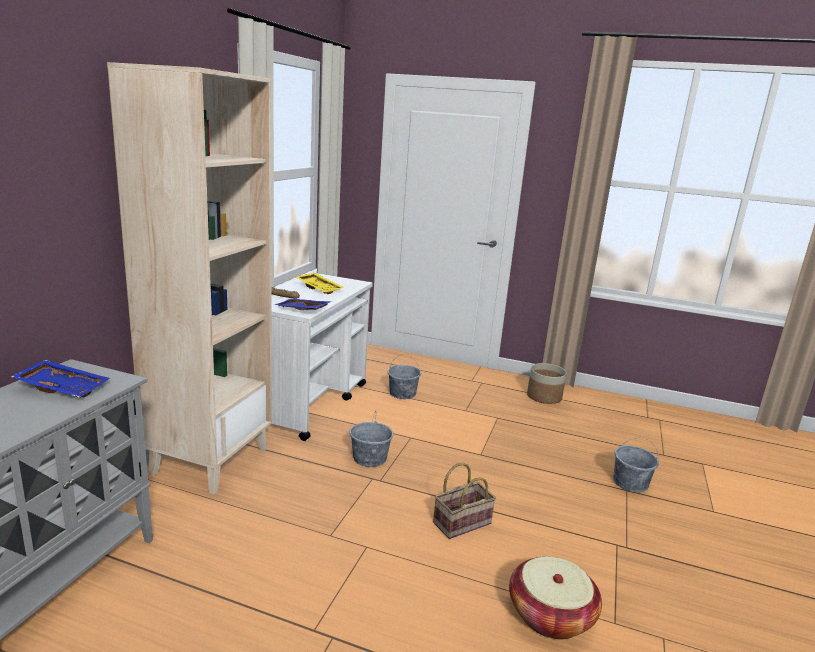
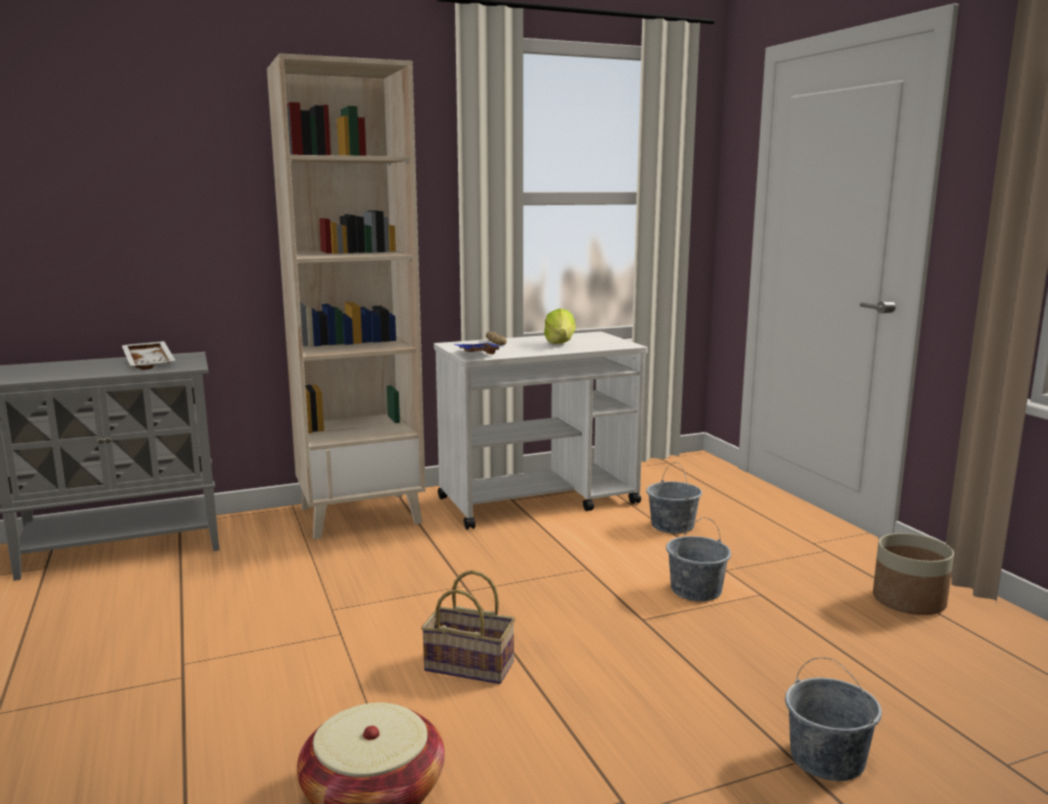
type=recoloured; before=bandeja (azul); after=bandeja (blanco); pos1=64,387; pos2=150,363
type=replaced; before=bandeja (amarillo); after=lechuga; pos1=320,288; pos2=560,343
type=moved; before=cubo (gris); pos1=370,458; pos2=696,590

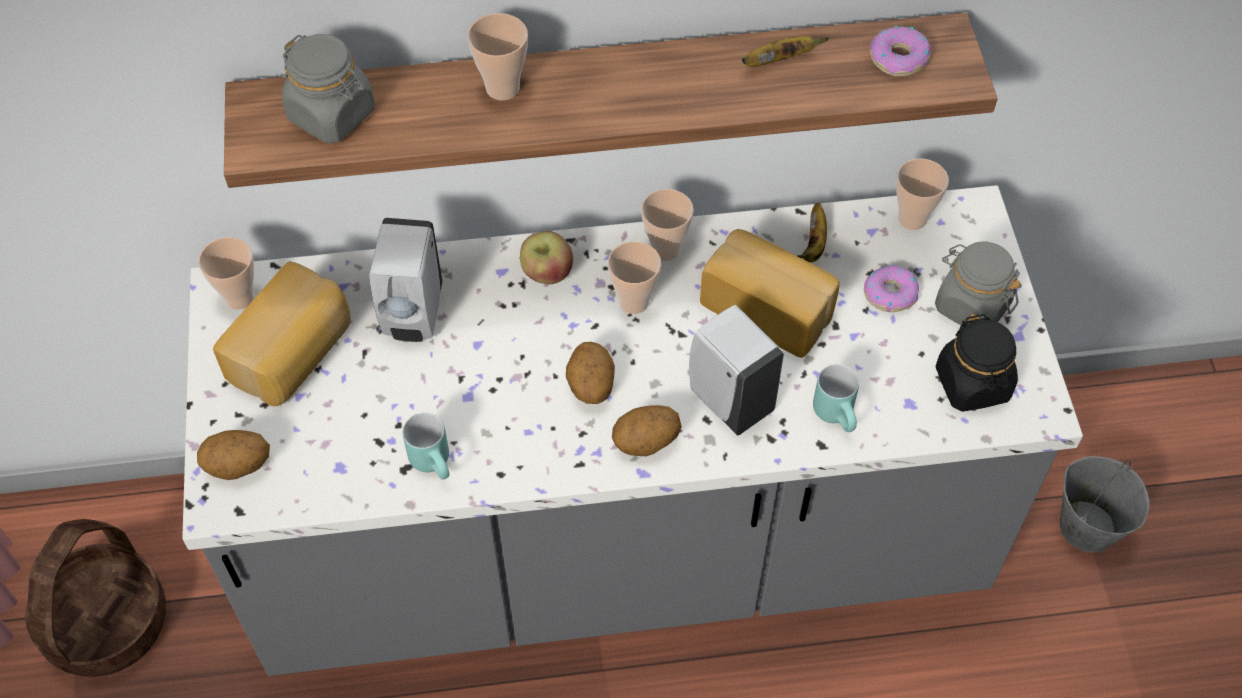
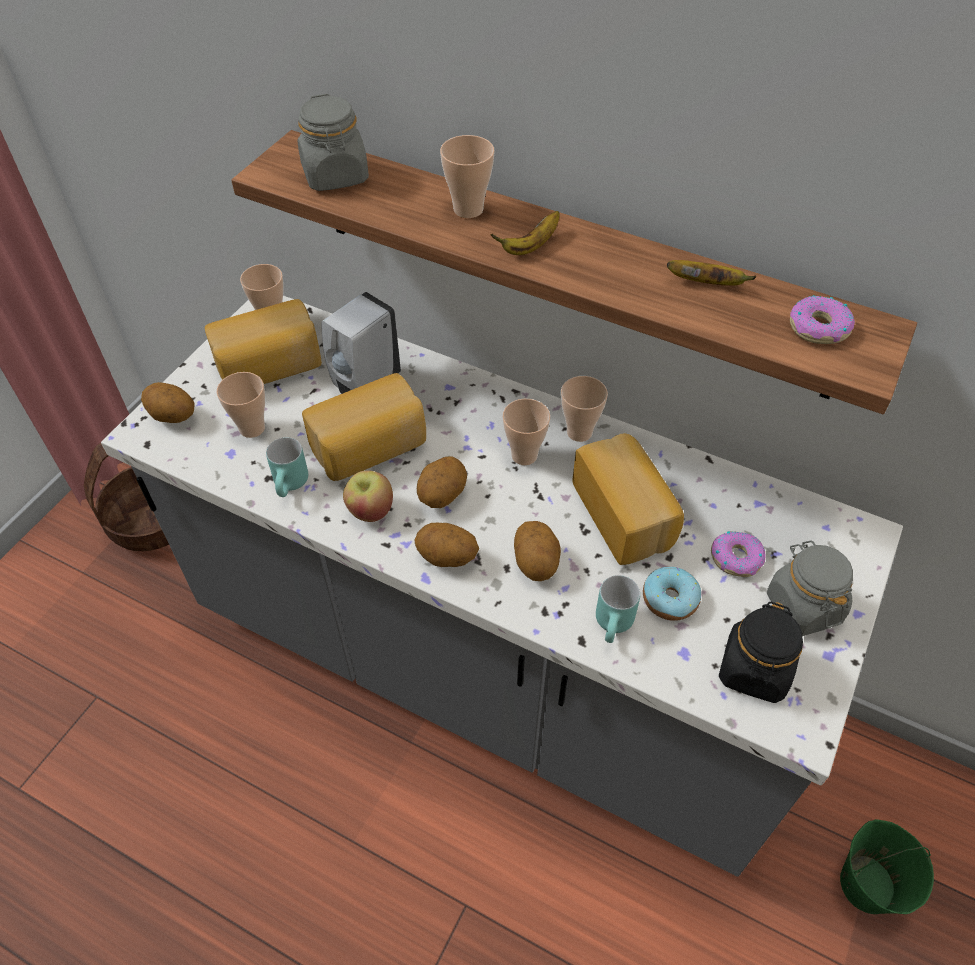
type=moved; before=manzana; pos1=547,273; pos2=370,510
type=replaced; before=dispensador de jabón (blanco); after=patata; pos1=728,399; pos2=536,563
type=moved; before=plátano; pos1=814,244; pos2=530,246
type=moved; before=taza; pos1=912,219; pos2=252,428
type=recoloured; before=cubo (gris); after=cubo (verde); pos1=1086,526; pos2=867,884
type=added; after=pan; pos2=370,448
type=added; after=rosquilla; pos2=670,599

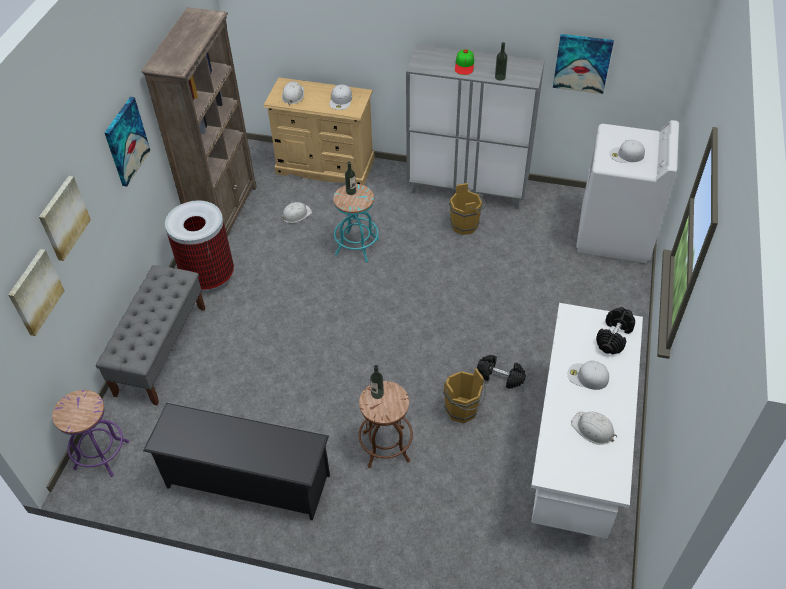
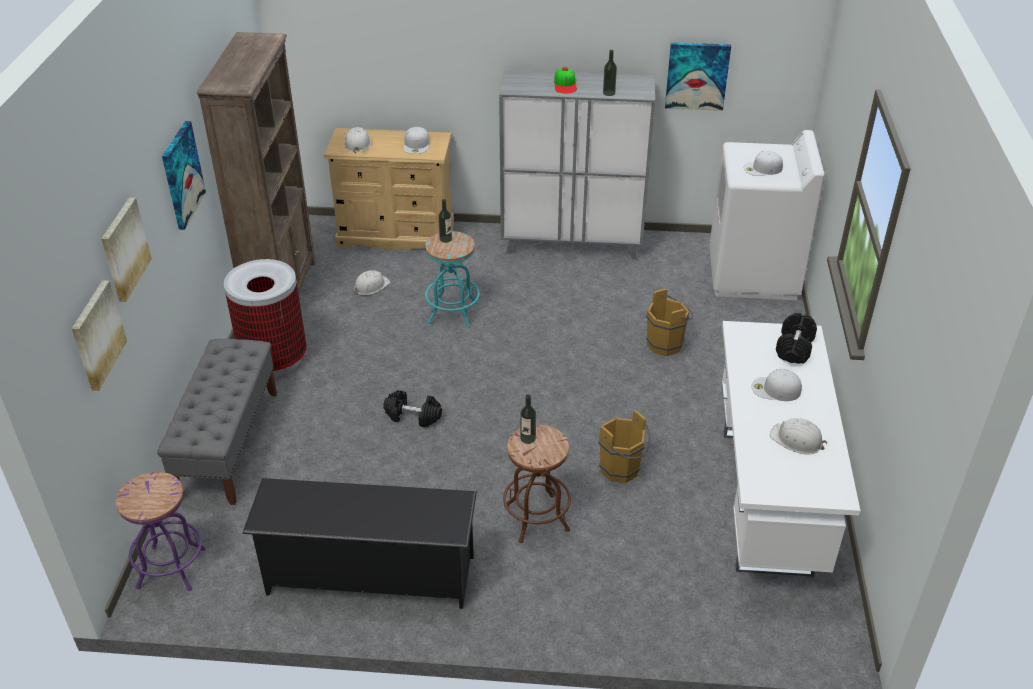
type=moved; before=cubo (marrón); pos1=466,225; pos2=667,344
type=moved; before=mancuerna (negro); pos1=500,377; pos2=413,416

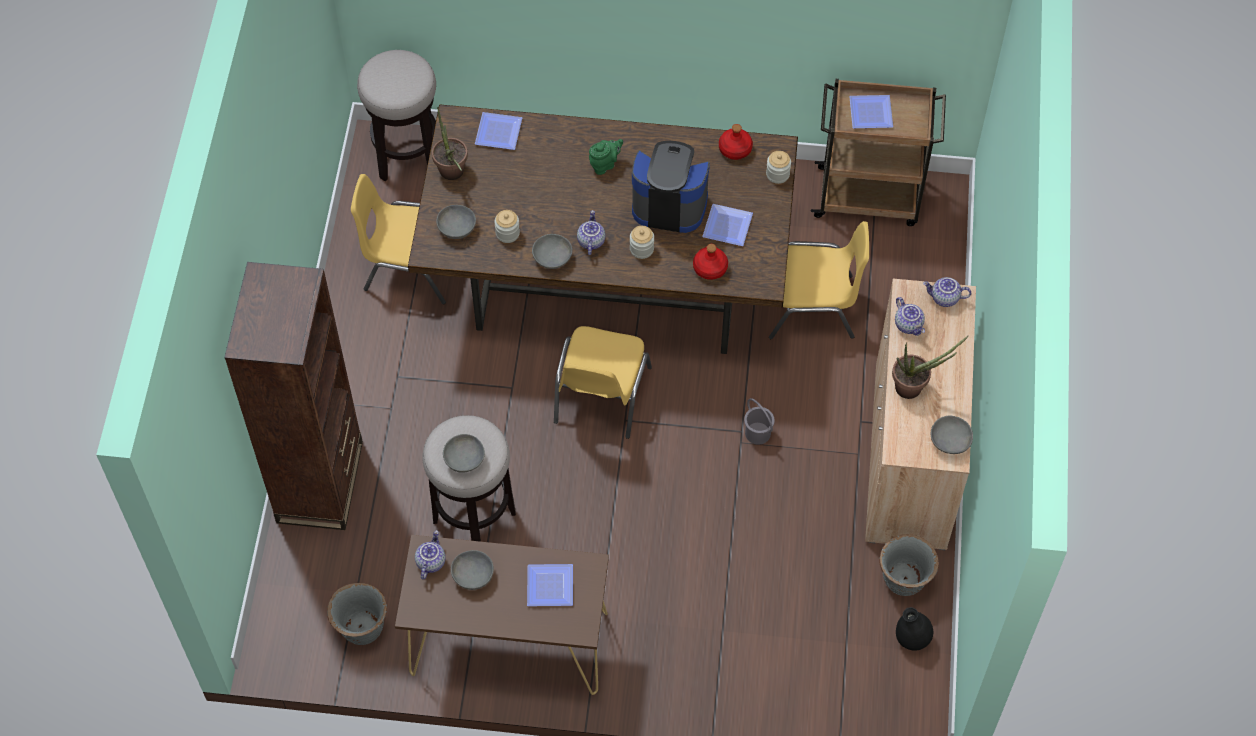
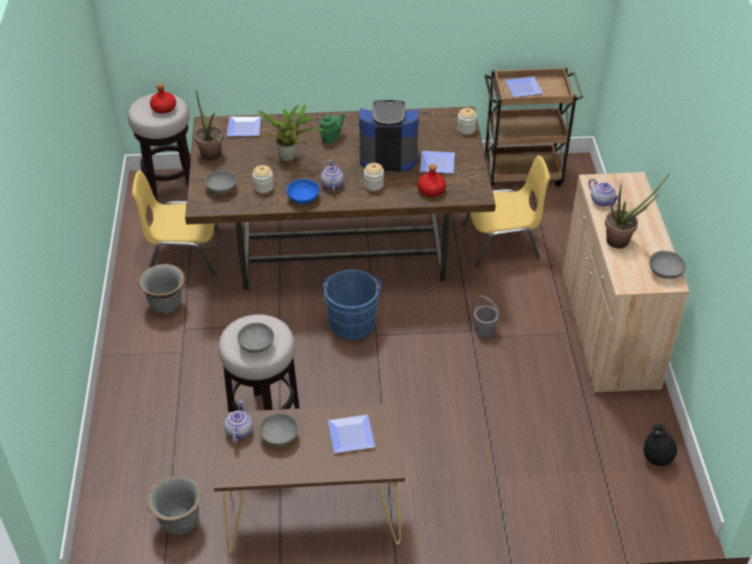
type=removed; before=estantería (marrón); pos1=320,482
type=recoloured; before=cuenco (gris); after=cuenco (azul); pos1=552,258; pos2=303,198
type=replaced; before=silla (amarillo); after=cubo (azul); pos1=600,396; pos2=352,321
type=moved; before=botella (rojo); pos1=735,149; pos2=164,108
type=moved; before=maceta (gris); pos1=904,580; pos2=166,304
type=removed; before=tetera; pos1=944,298
type=added; after=planta en maceta; pos2=289,158

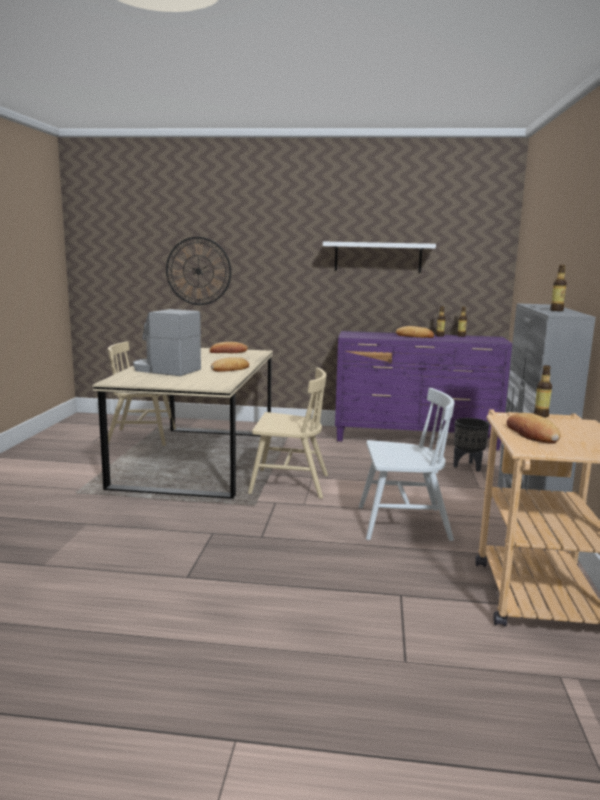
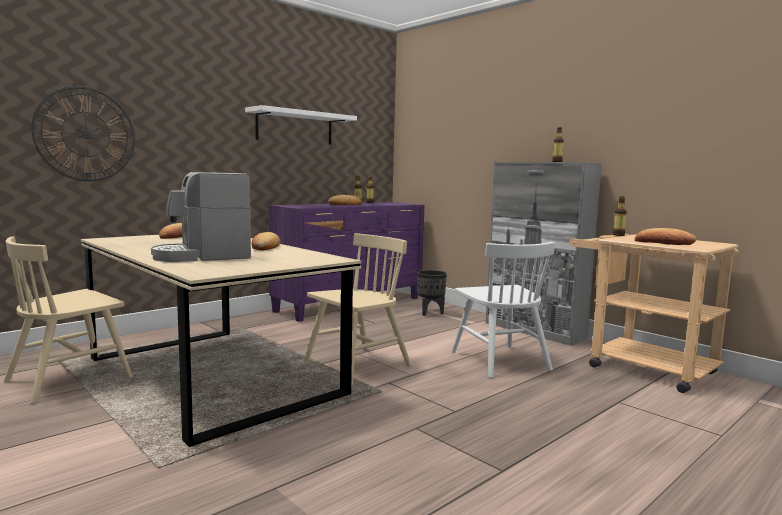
type=turned; before=silla (blanco); pos1=402,523; pos2=499,360; turn=120

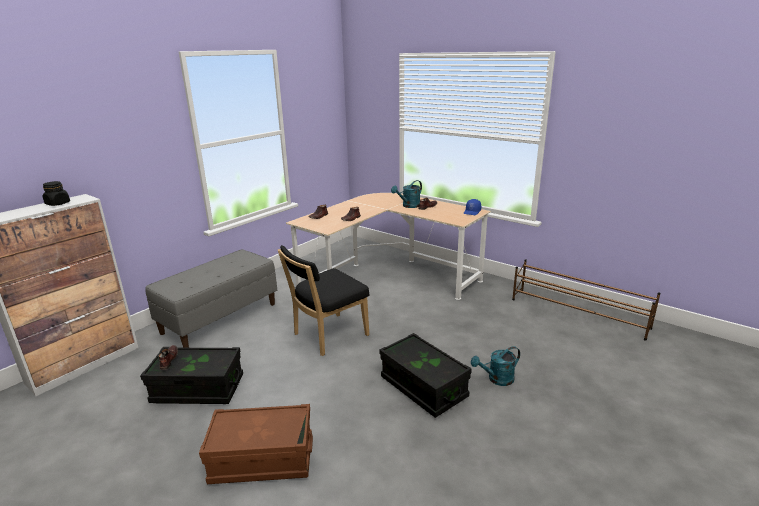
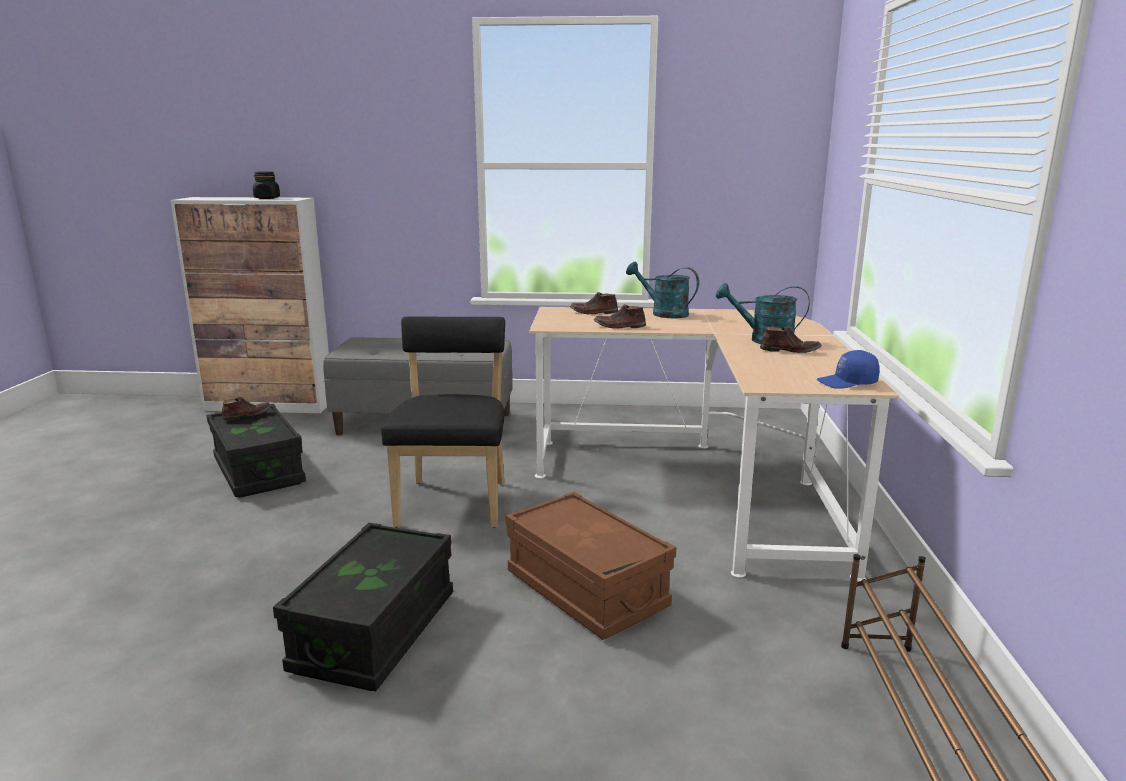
type=moved; before=caja de almacenaje (marrón); pos1=262,459; pos2=586,590
type=turned; before=silla (negro); pos1=327,336; pos2=454,501; turn=75
type=moved; before=regadera (turquesa); pos1=497,379; pos2=663,313

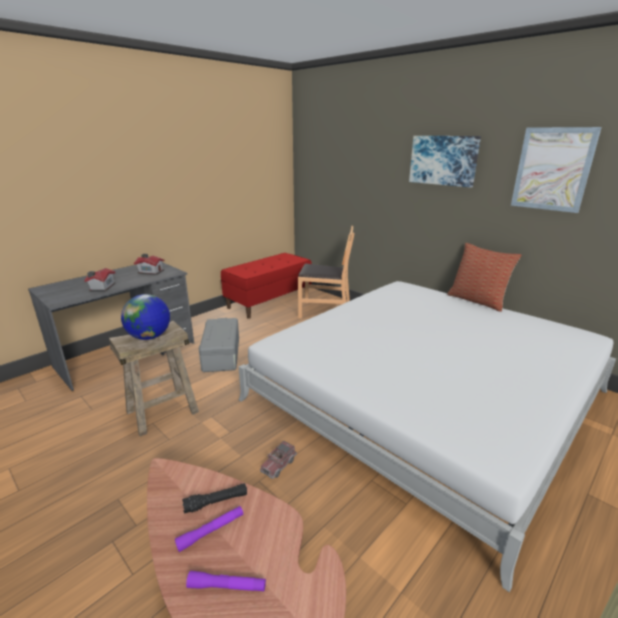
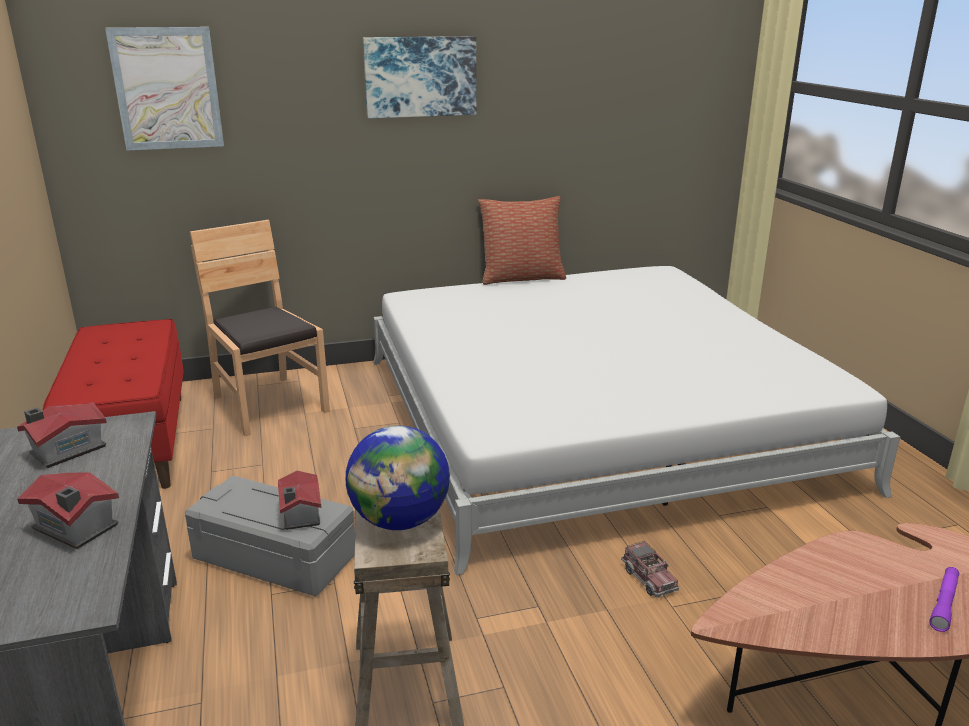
type=removed; before=linterna (morado); pos1=211,531
type=removed; before=linterna (negro); pos1=216,502
type=turned; before=silla (marrón); pos1=324,311; pos2=269,404; turn=-75
type=moved; before=cuadro; pos1=552,169; pos2=167,89
type=added; after=casita; pos2=299,515

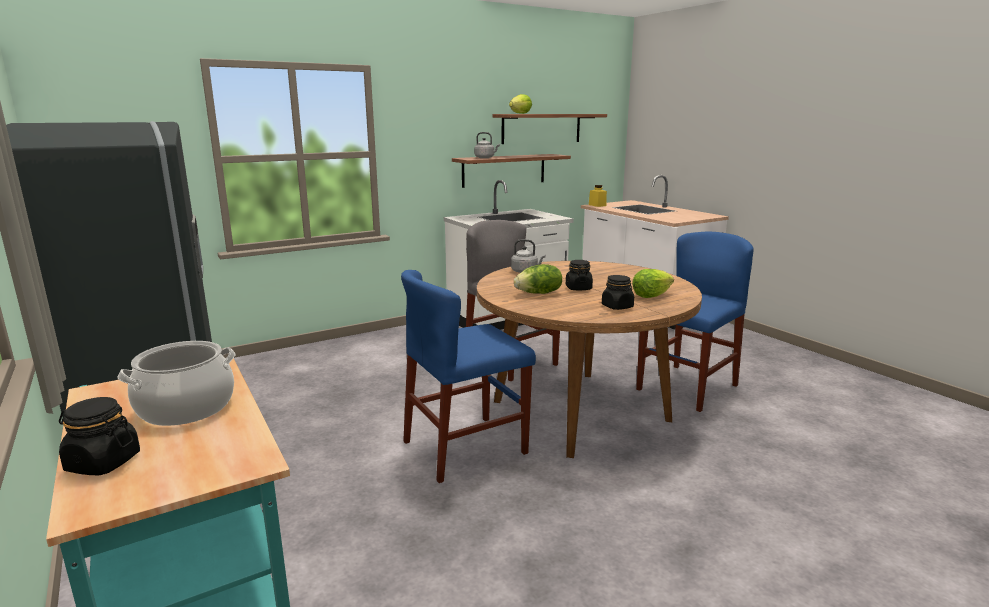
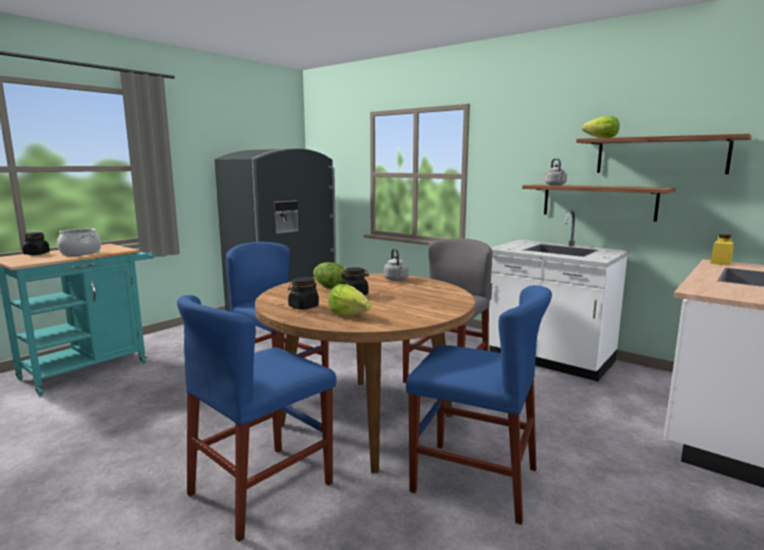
type=added; after=silla (azul); pos2=261,488

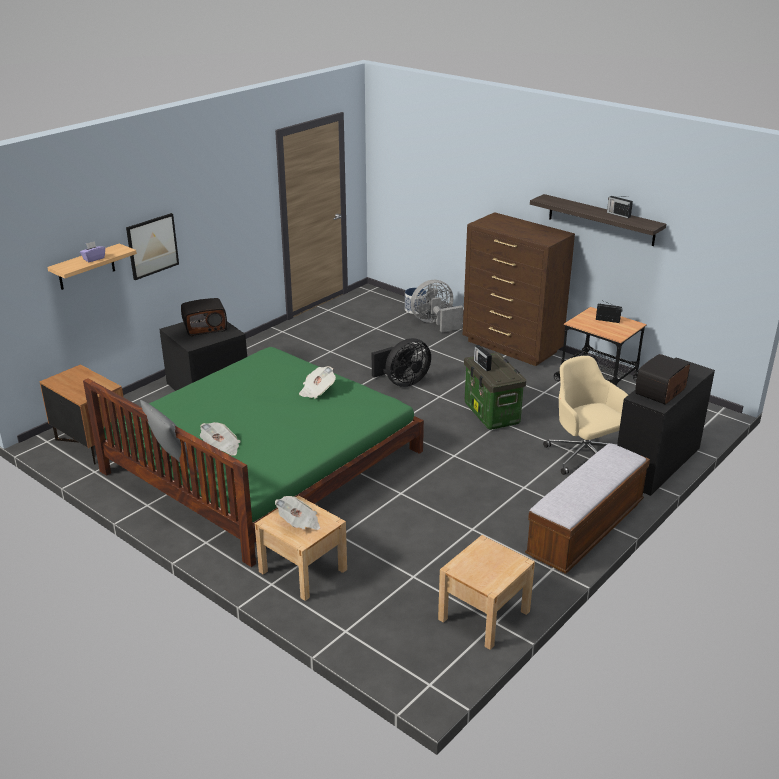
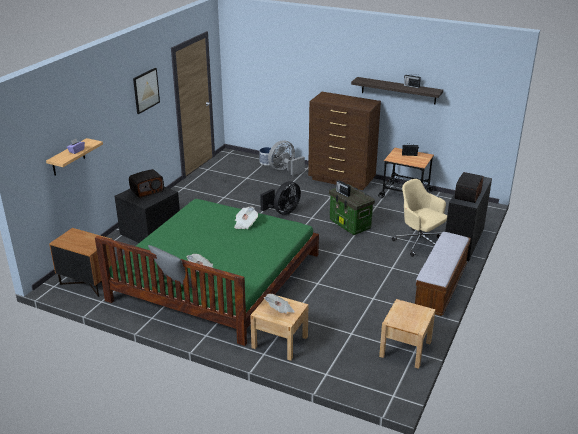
type=moved; before=cuadro; pos1=152,246; pos2=146,90

